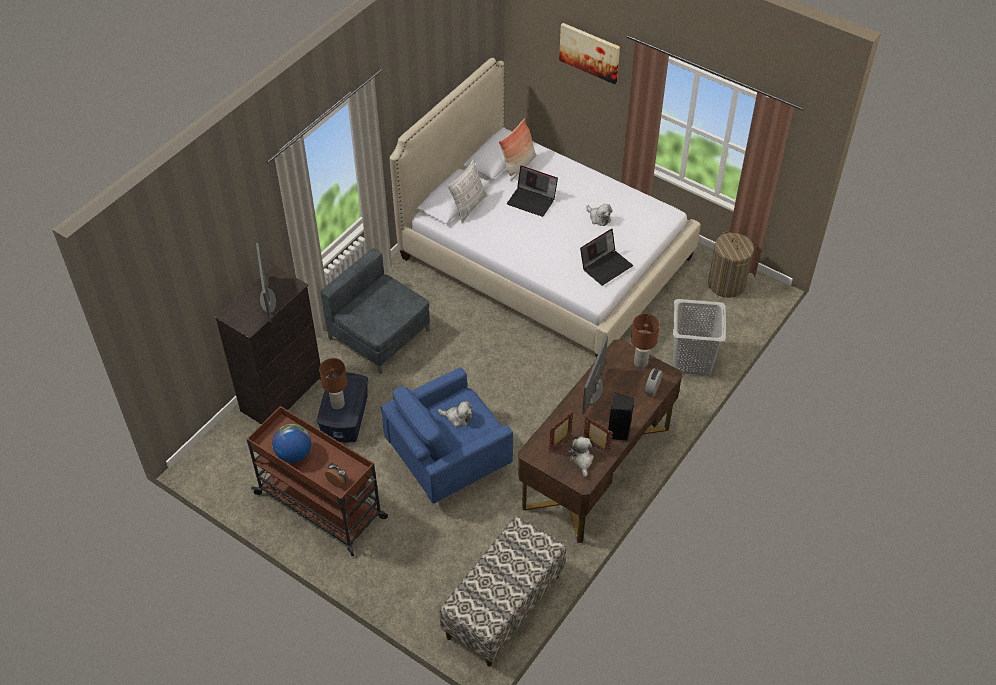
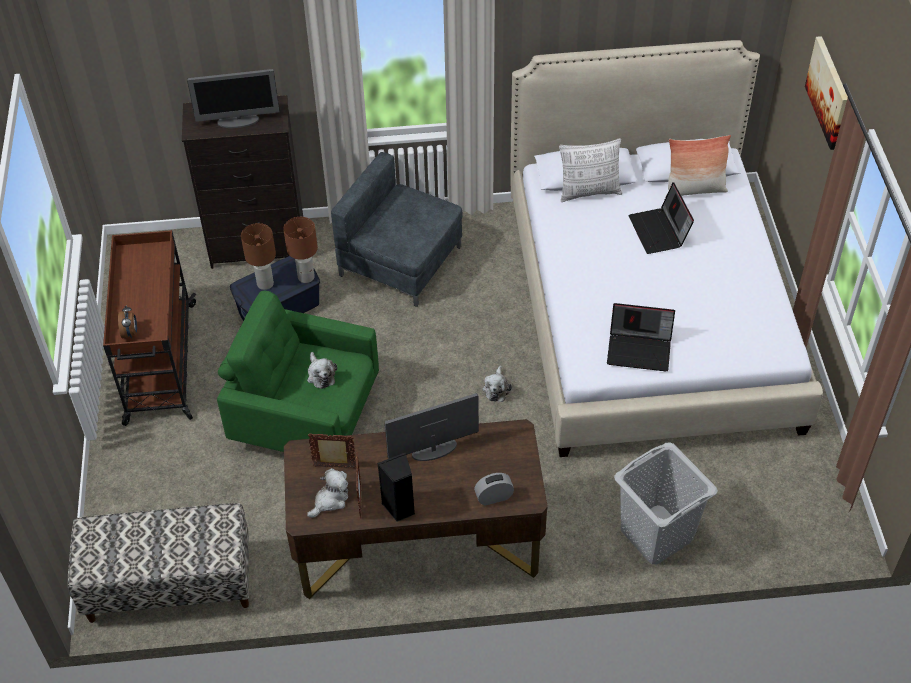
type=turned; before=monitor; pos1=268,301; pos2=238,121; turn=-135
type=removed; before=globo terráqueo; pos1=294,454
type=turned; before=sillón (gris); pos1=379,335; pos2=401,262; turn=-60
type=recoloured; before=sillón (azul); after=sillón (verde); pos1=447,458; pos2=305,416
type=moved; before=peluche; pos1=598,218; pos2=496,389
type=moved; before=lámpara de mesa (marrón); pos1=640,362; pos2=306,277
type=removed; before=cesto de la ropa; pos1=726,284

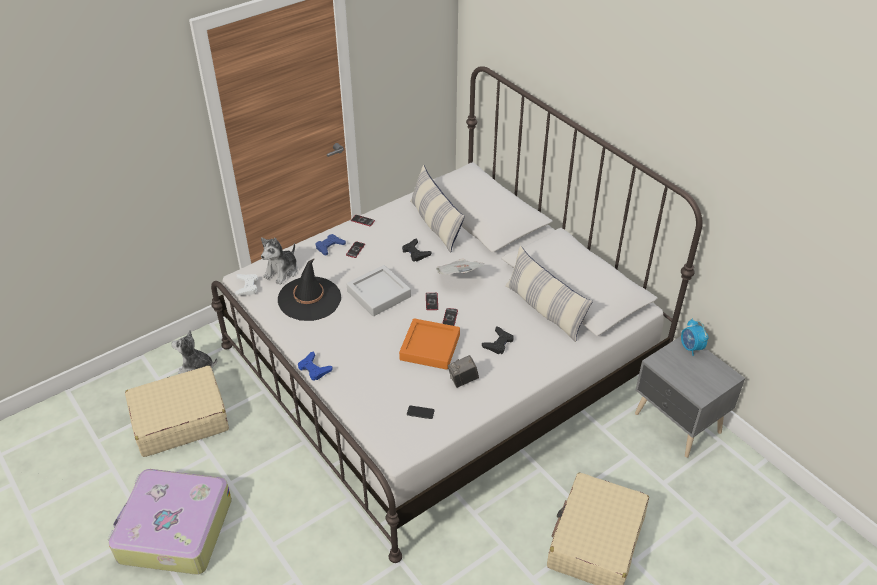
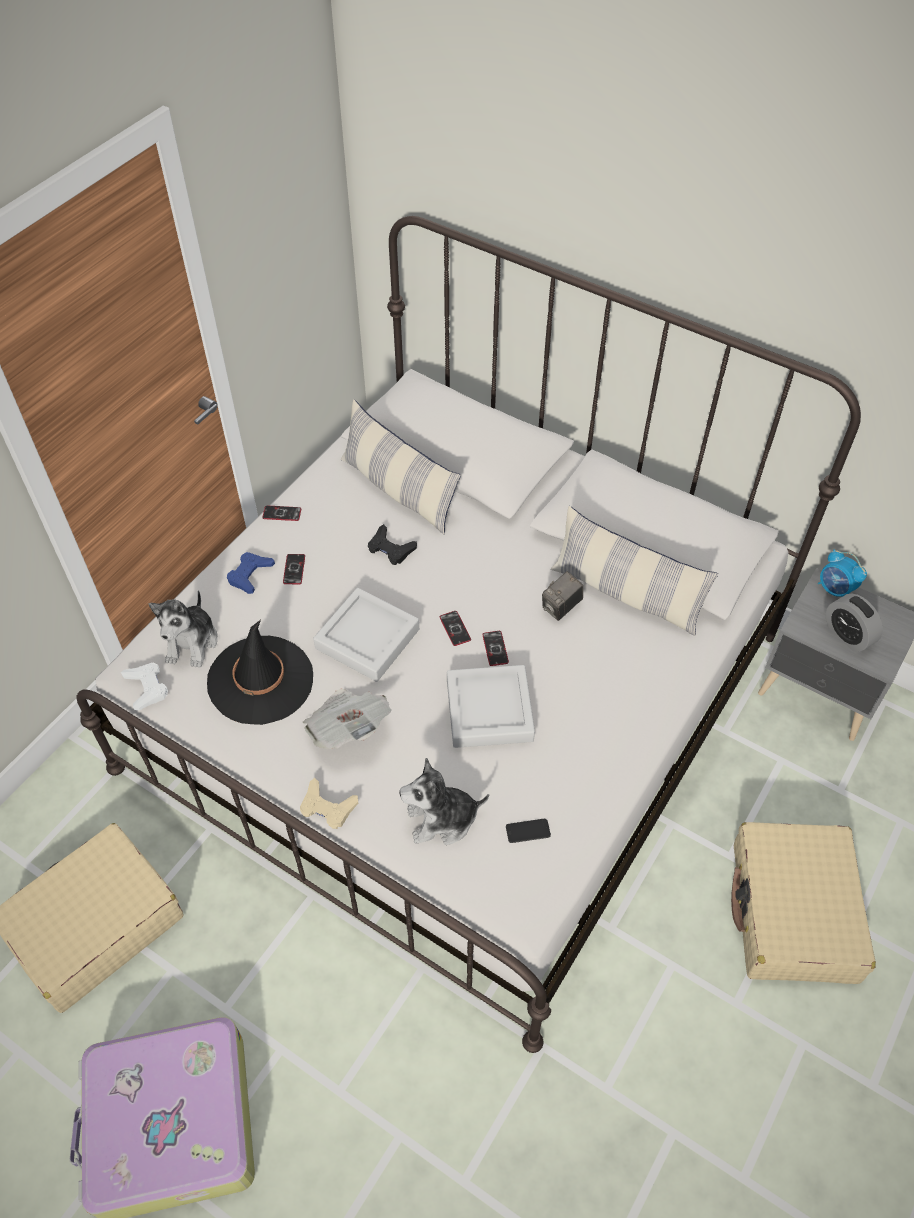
type=moved; before=peluche; pos1=196,368; pos2=442,820
type=recoloured; before=mando de consola (azul); after=mando de consola (beis); pos1=314,369; pos2=327,807
type=recoloured; before=bandeja (naranja); after=bandeja (gris); pos1=430,347; pos2=489,710
type=moved; before=periódico; pos1=459,276; pos2=348,728
type=moved; before=cámara; pos1=463,380; pos2=561,608
type=removed; before=mando de consola (negro); pos1=498,343
type=added; after=despertador; pos2=847,635

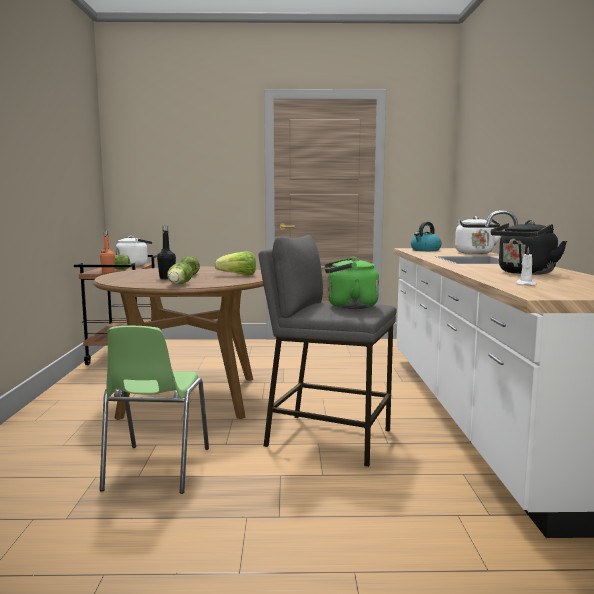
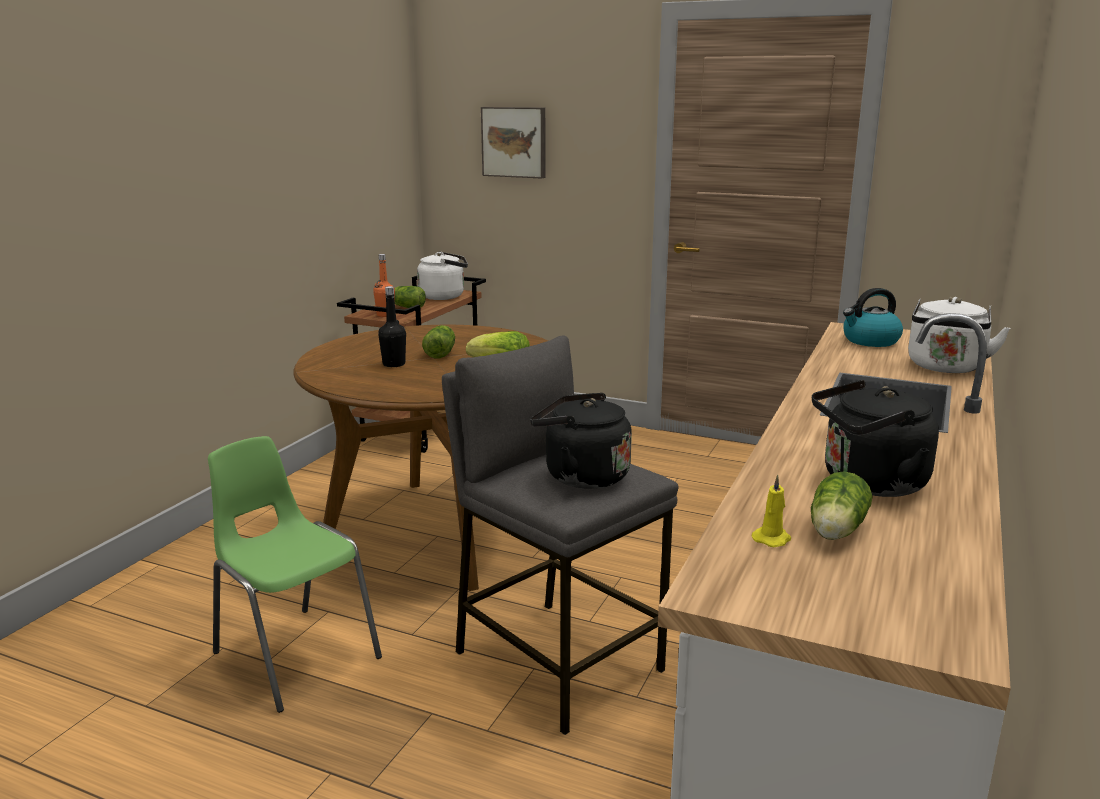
type=turned; before=silla (verde); pos1=156,469; pos2=295,655; turn=105
type=moved; before=lechuga; pos1=178,284; pos2=835,532
type=recoloured; before=hervidor (verde); after=hervidor (negro); pos1=348,306; pos2=581,476
type=recoloured; before=vela (blanco); after=vela (amarillo); pos1=525,284; pos2=772,538
type=added; after=cuadro; pos2=515,142

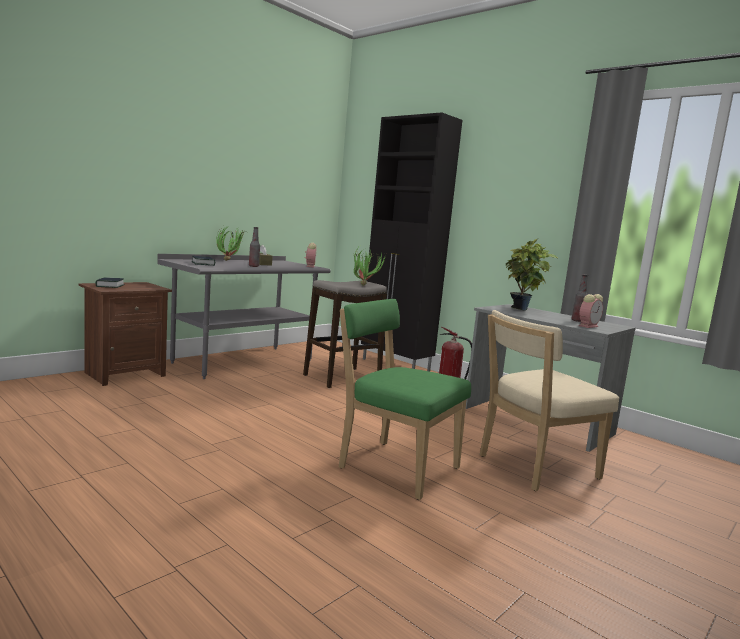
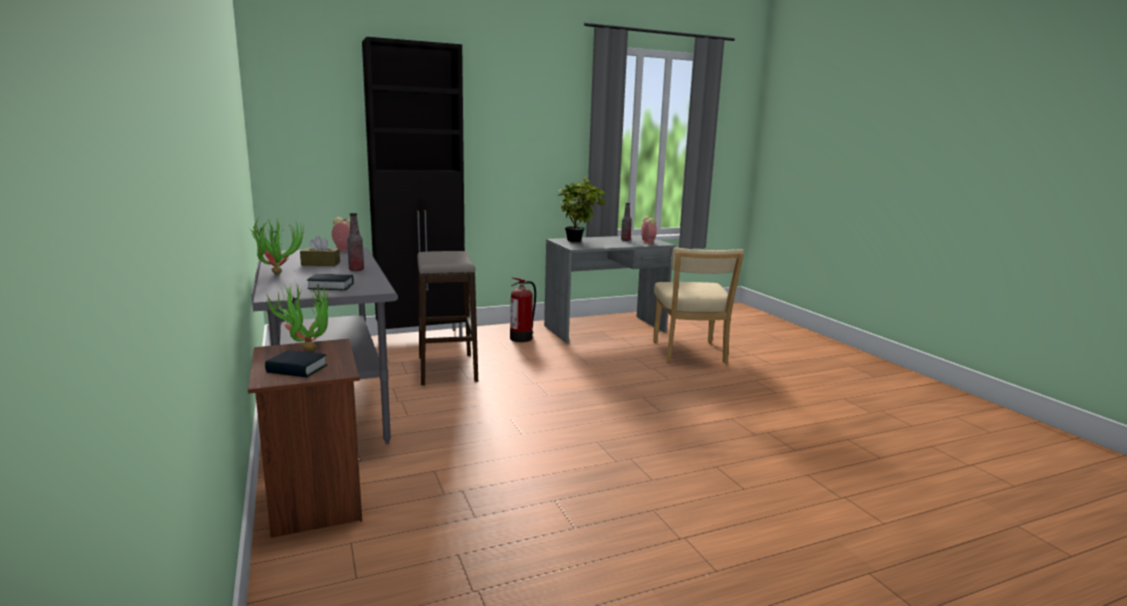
type=removed; before=silla (verde); pos1=394,466
type=moved; before=planta en maceta; pos1=364,285; pos2=304,349

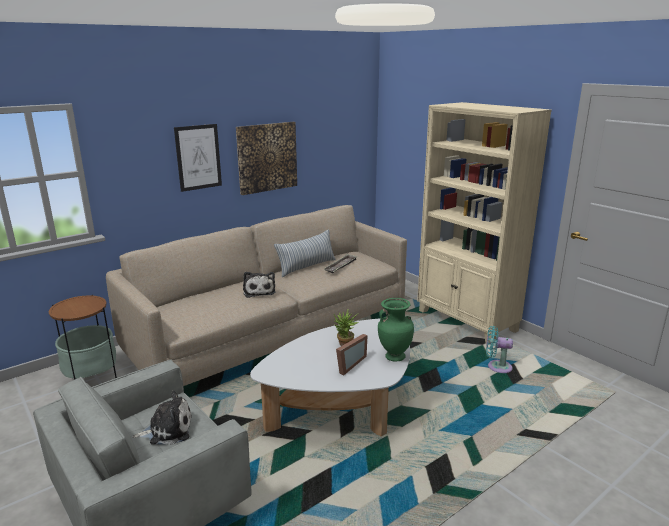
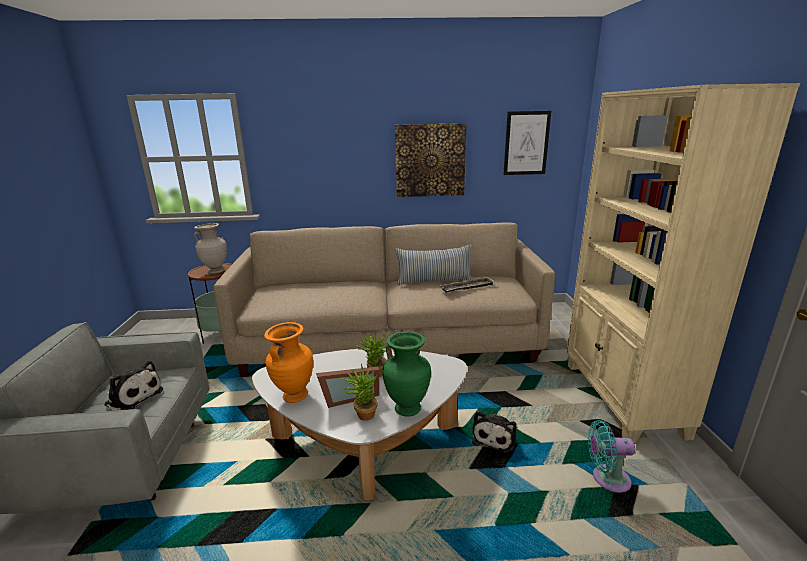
type=moved; before=cuadro; pos1=198,157; pos2=526,143
type=moved; before=peluche; pos1=259,291; pos2=494,437
type=turned; before=ventilador (turquesa); pos1=496,367; pos2=606,479; turn=-45
type=added; after=florero (beis); pos2=216,271
type=added; after=florero (naranja); pos2=294,396
type=added; after=planta en maceta; pos2=362,414

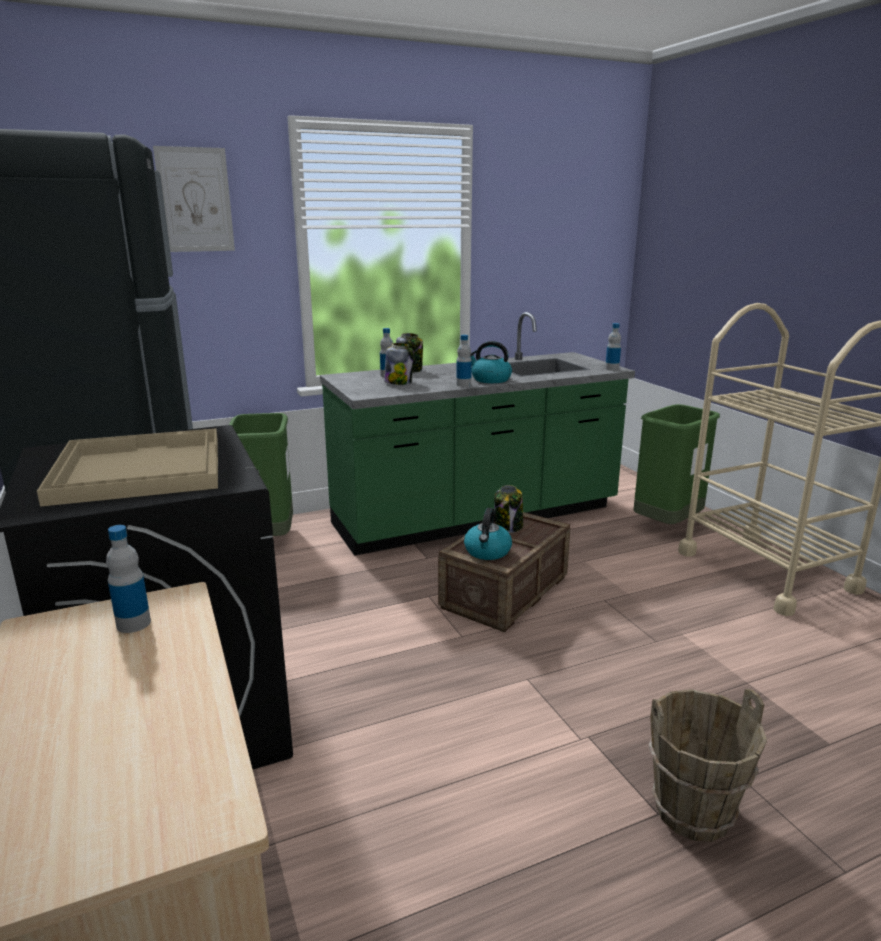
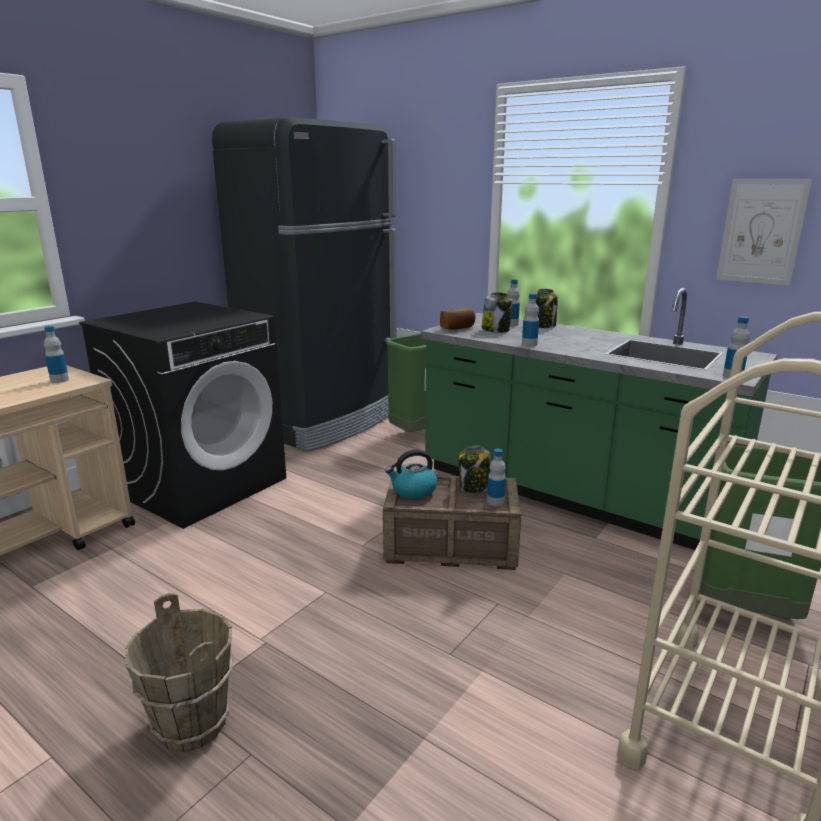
type=removed; before=bandeja (beis); pos1=138,469
type=moved; before=cuadro; pos1=195,200; pos2=761,231
type=removed; before=hervidor; pos1=490,379
type=added; after=pan; pos2=458,328
type=added; after=botella; pos2=495,501

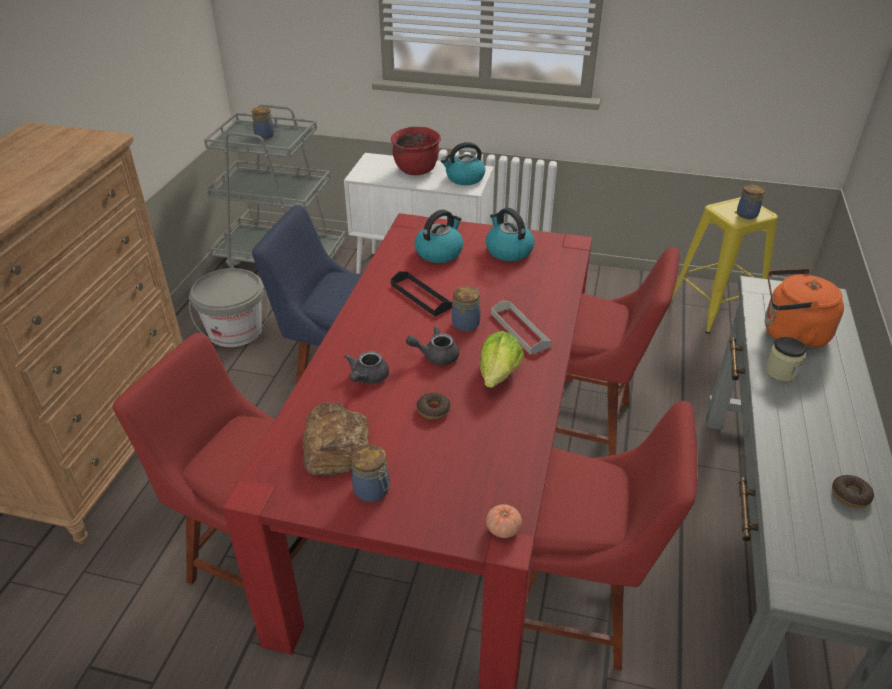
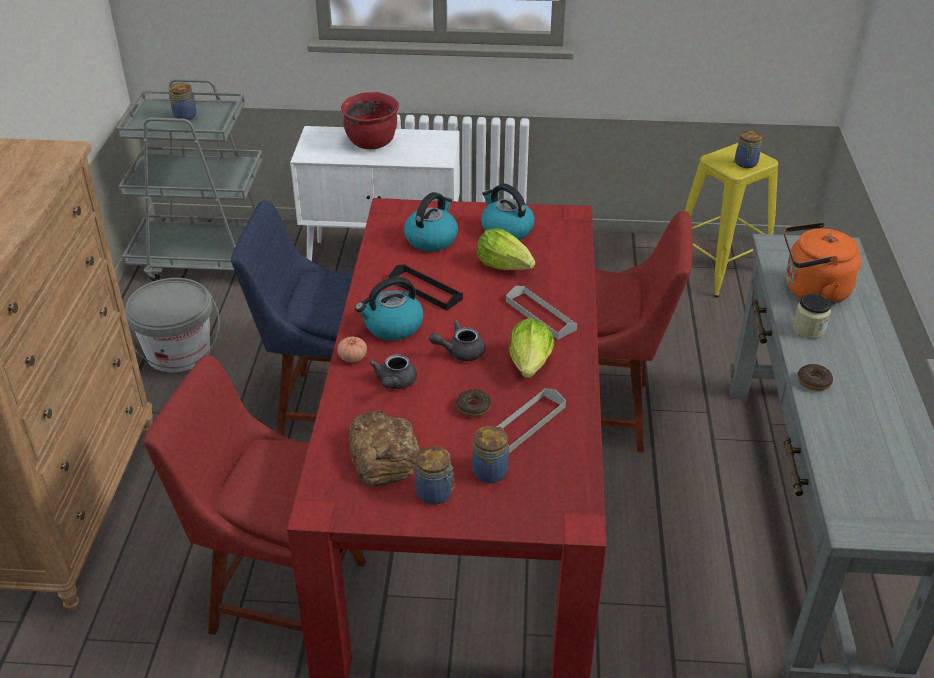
type=moved; before=hervidor; pos1=464,178; pos2=392,326
type=moved; before=tarro; pos1=466,323; pos2=491,471
type=moved; before=tomate; pos1=503,529; pos2=352,357
type=removed; before=silla (rojo); pos1=576,605
type=moved; before=rosquilla; pos1=850,495; pos2=814,381
type=added; after=lechuga; pos2=505,265
type=added; after=bandeja (gris); pos2=526,423

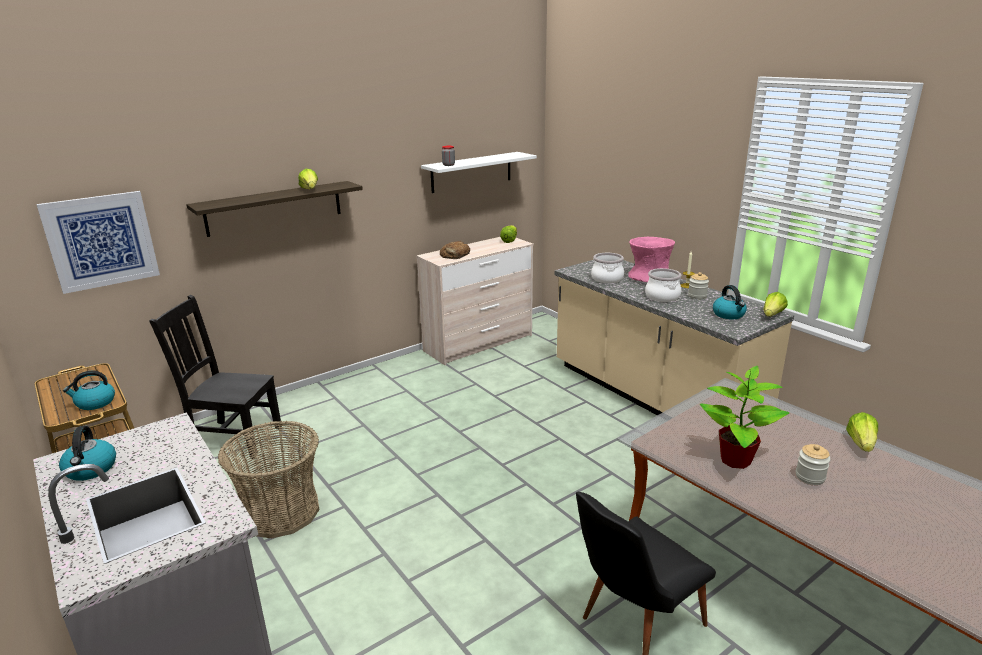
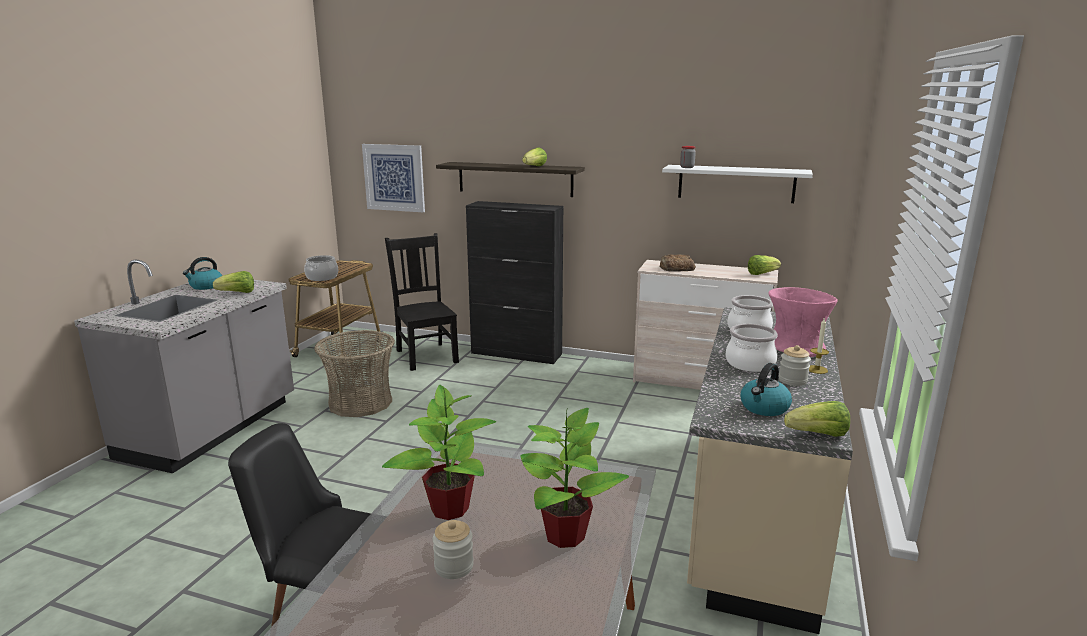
type=replaced; before=hervidor; after=olla; pos1=95,403; pos2=322,277
type=moved; before=lechuga; pos1=861,444; pos2=237,293
type=added; after=armario (negro); pos2=517,354
type=added; after=planta en maceta; pos2=565,534

